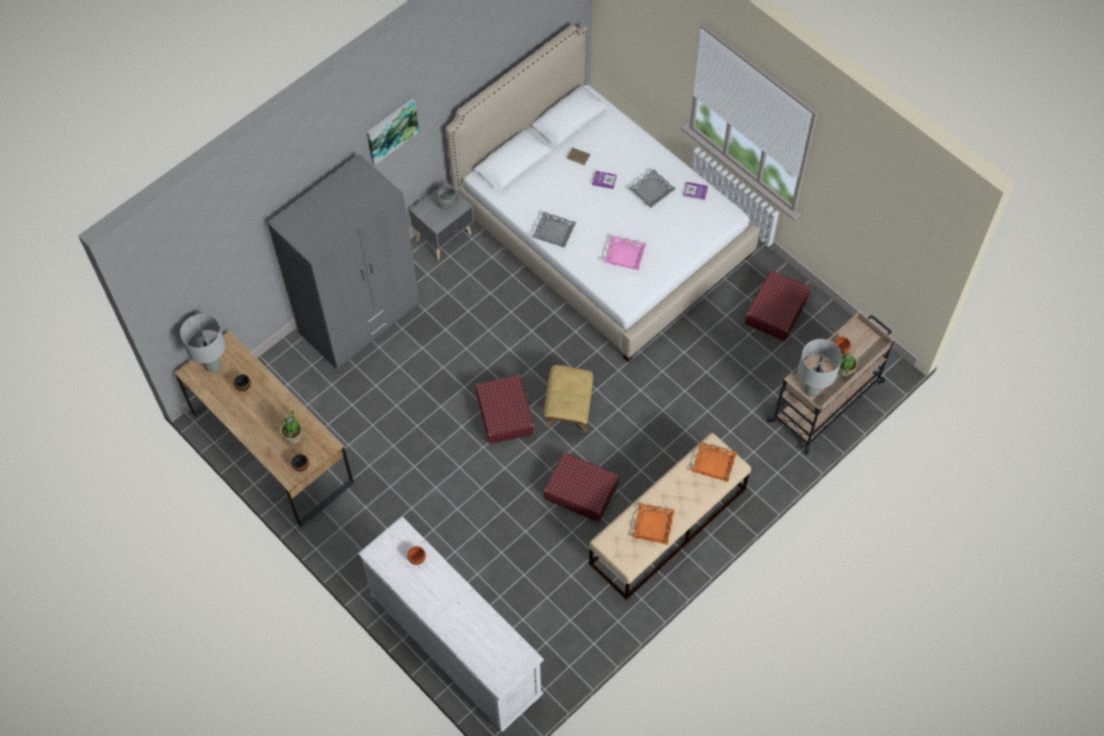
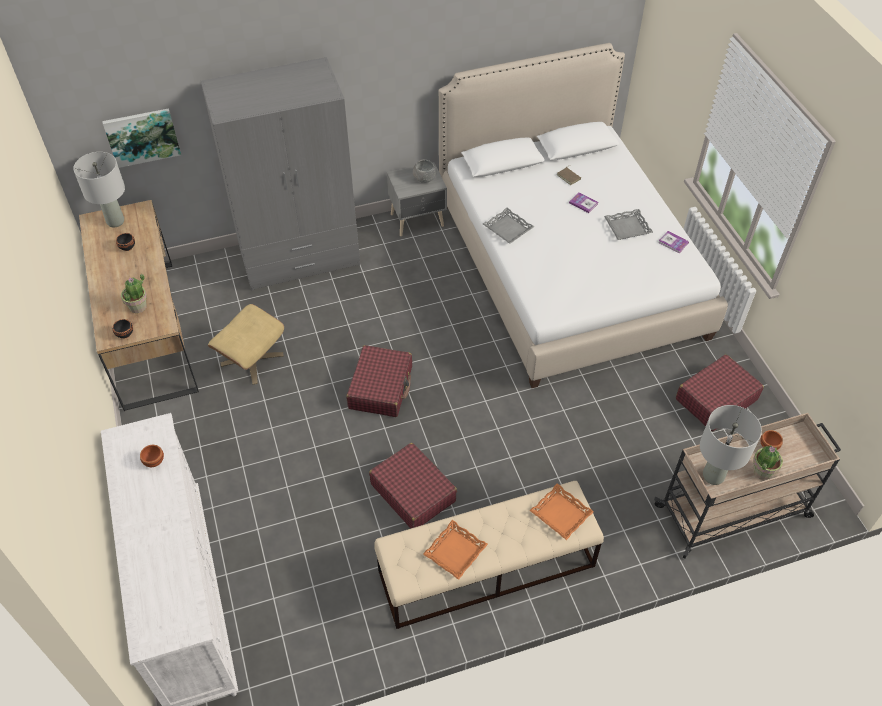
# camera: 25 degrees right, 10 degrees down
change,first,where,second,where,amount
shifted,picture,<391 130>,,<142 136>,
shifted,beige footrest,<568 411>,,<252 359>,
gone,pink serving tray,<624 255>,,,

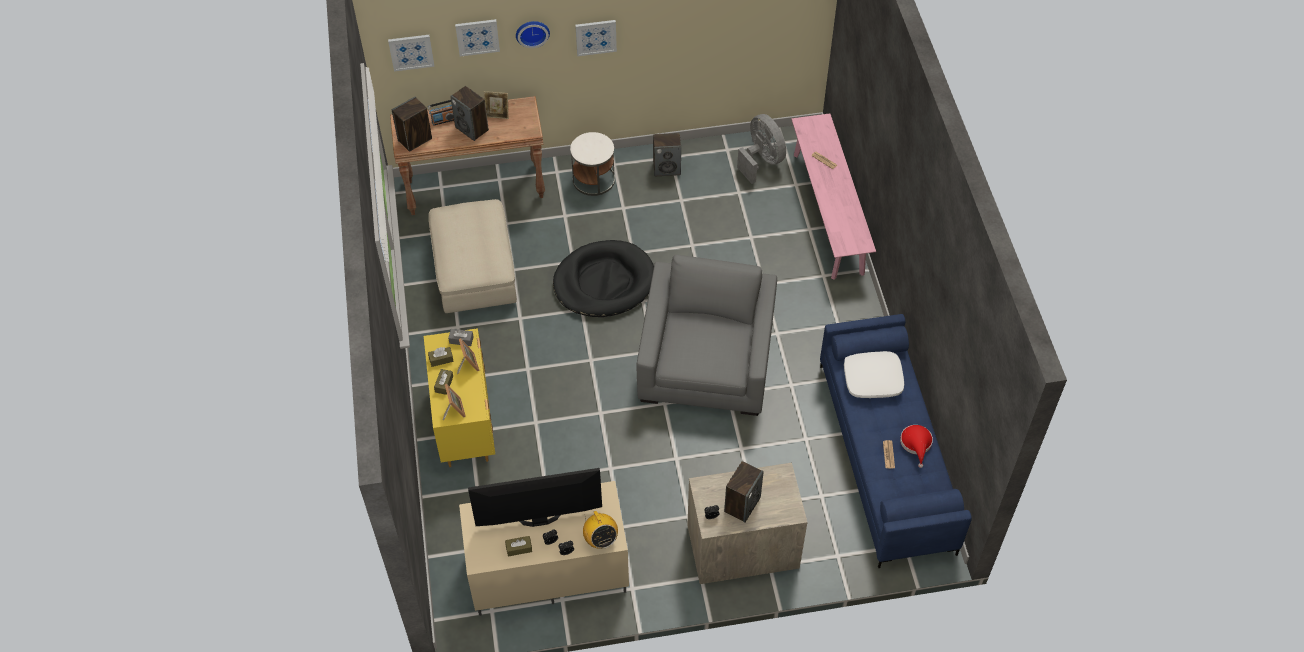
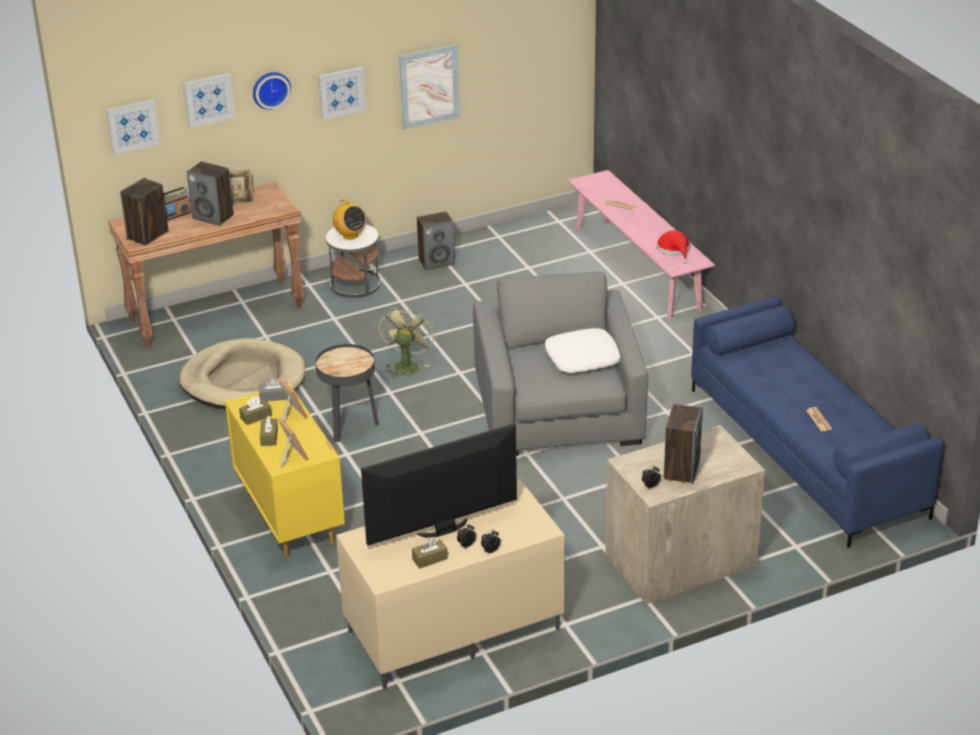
# camera: 15 degrees left, 20 degrees down
change,first,where,second,where,amount
swapped,beige footrest,<474 269>,beige dog bed,<243 380>,
new,,,black-coloured side table,<349 426>,
shifted,radio receiver,<600 539>,,<350 235>,
swapped,black-coloured dog bed,<604 282>,green-coloured electric fan,<406 365>,
new,,,picture,<429 86>,
shifted,whitish throw pillow,<873 379>,,<583 358>,
shifted,red-coloured wearable hat,<916 444>,,<674 250>,
gone,gray electric fan,<761 161>,,,

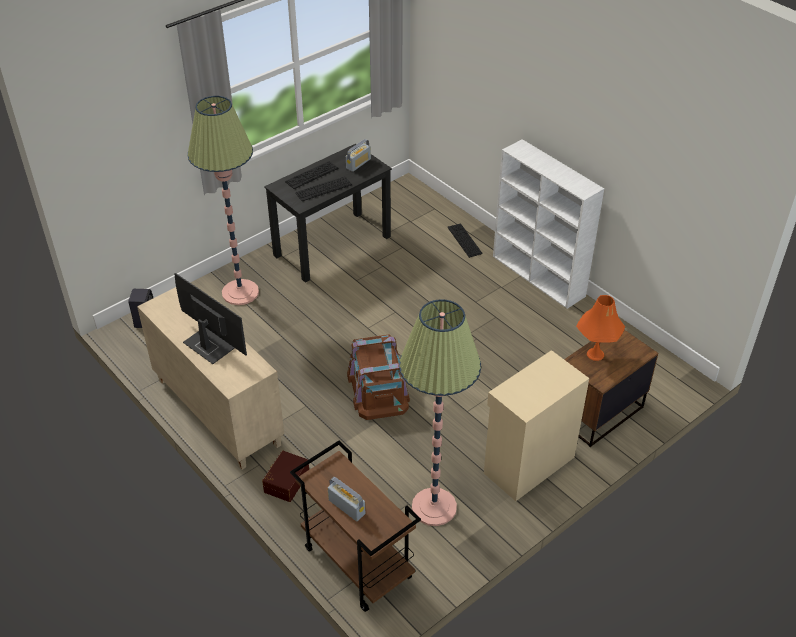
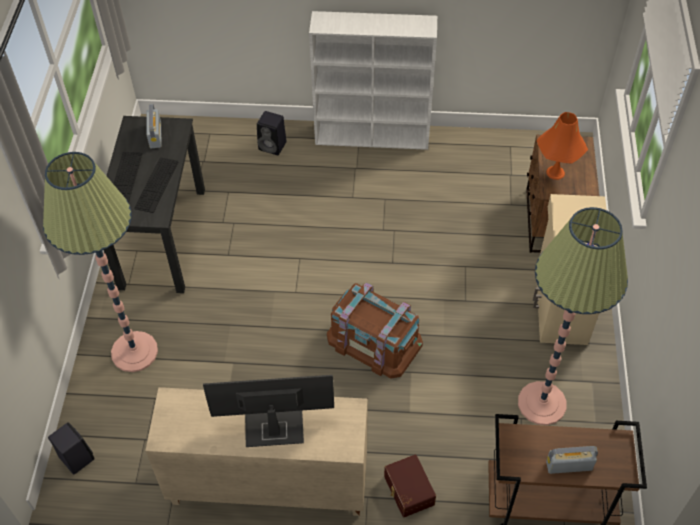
# camera: 45 degrees left, 10 degrees up
change,first,where,second,where,amount
swapped,computer keyboard,<464 240>,black-coloured speaker,<273 146>,

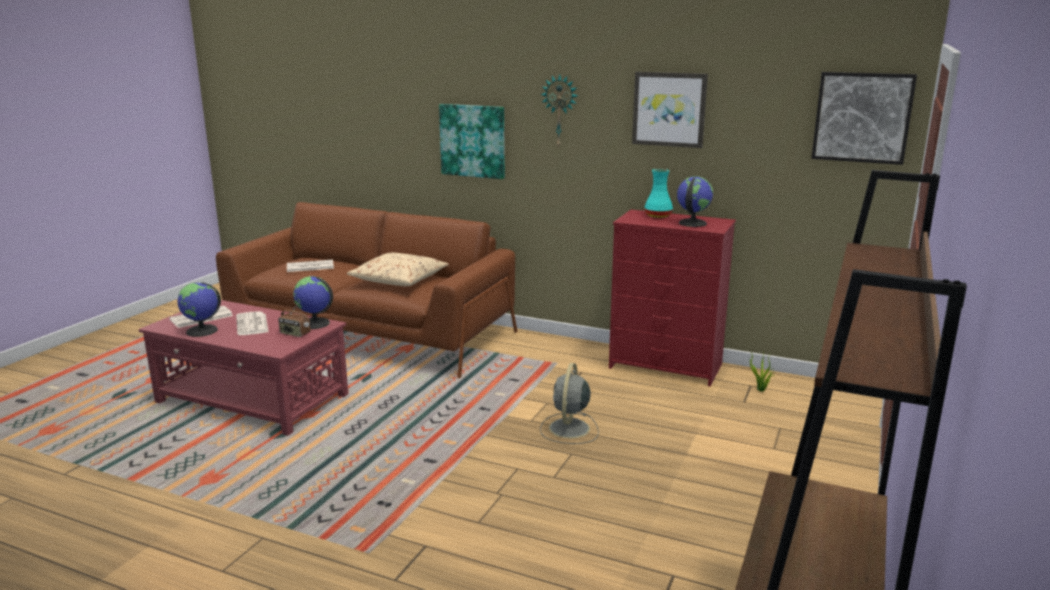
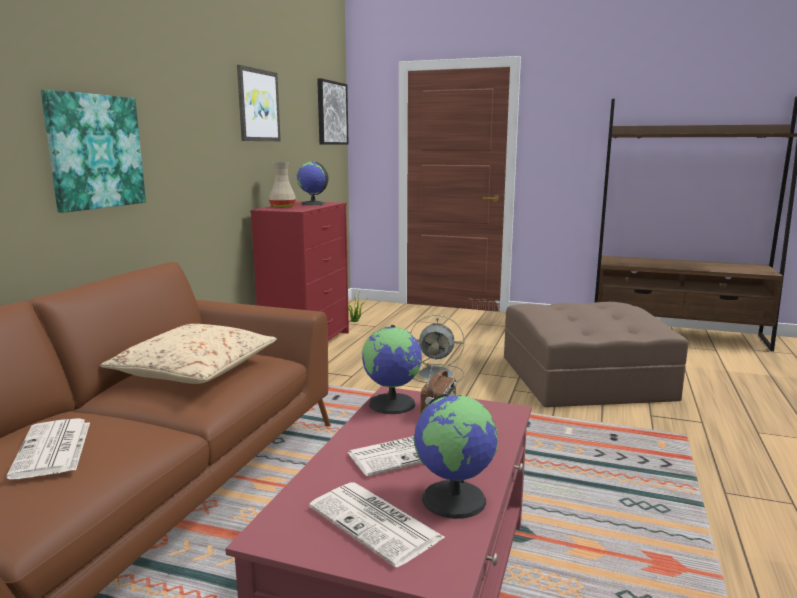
# camera: 95 degrees left, 5 degrees down
change,first,where,second,where,amount
repainted,blue-green decorative vase,<658 216>,beige decorative vase,<283 207>,
new,,,brown footrest,<583 377>,
gone,hanging clock,<560 111>,,,

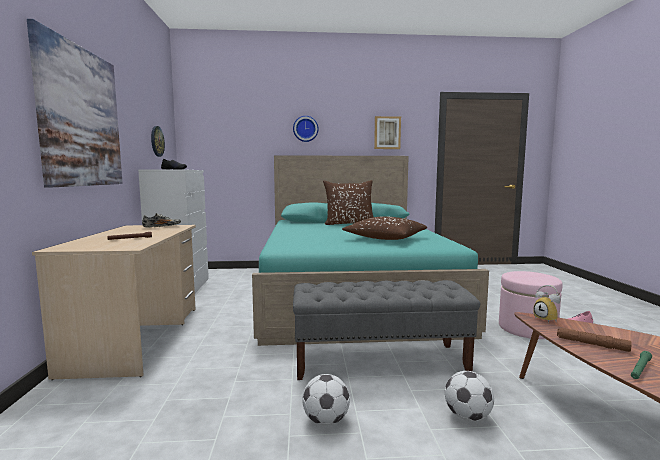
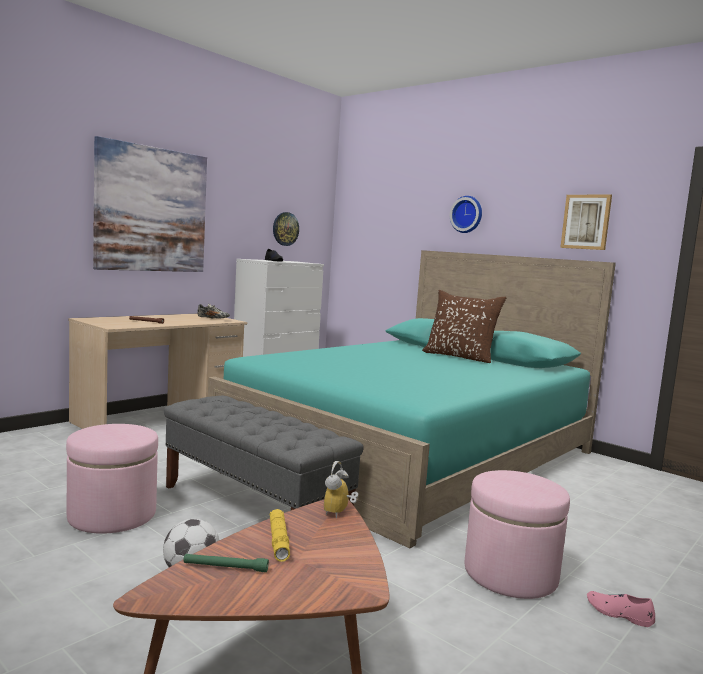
# camera: 45 degrees right, 0 degrees up
change,first,where,second,where,amount
swapped,ball for football,<326 421>,pink footrest,<112 515>,
repainted,brown hand torch,<591 344>,yellow-coloured hand torch,<278 540>,
gone,brown throw pillow,<384 239>,,,

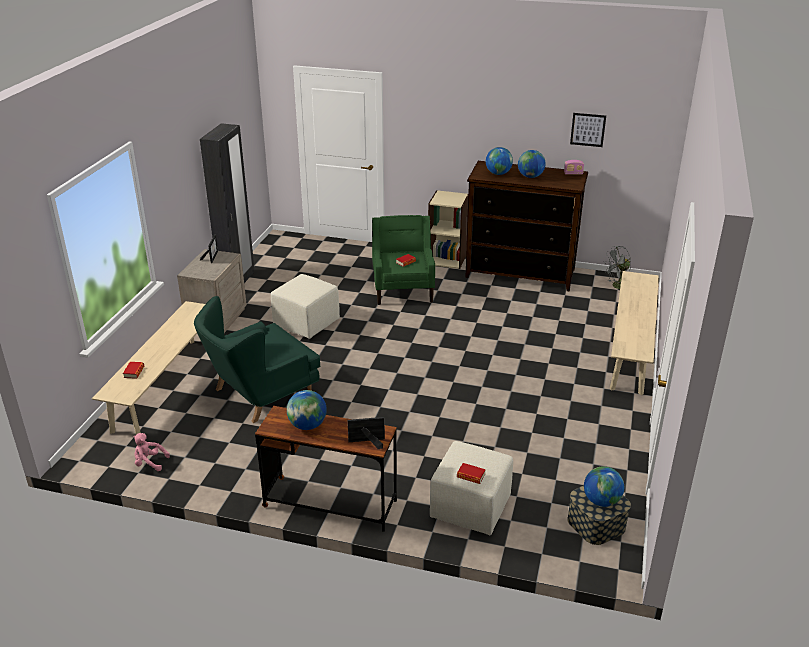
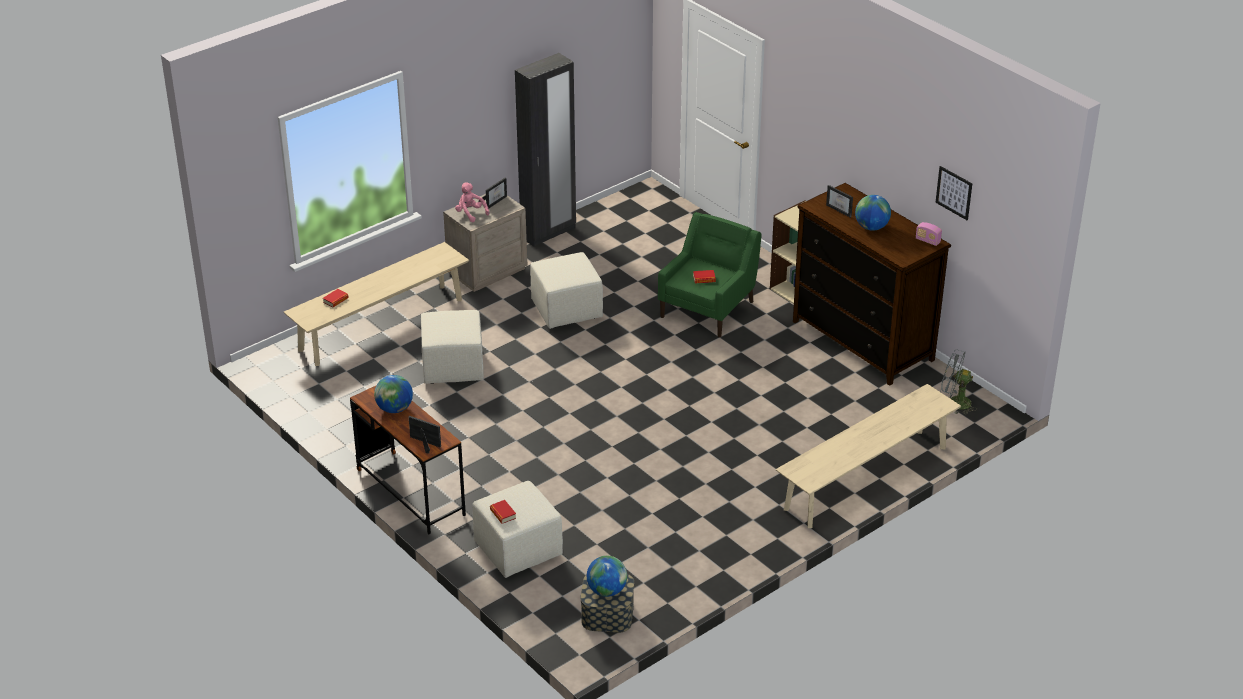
# camera: 35 degrees right, 5 degrees up
change,first,where,second,where,amount
swapped,green-coloured easy chair,<261 393>,beige footrest,<453 367>,
shifted,pink plush toy,<149 463>,,<470 213>,
swapped,desk globe,<498 173>,picture frame,<841 210>,

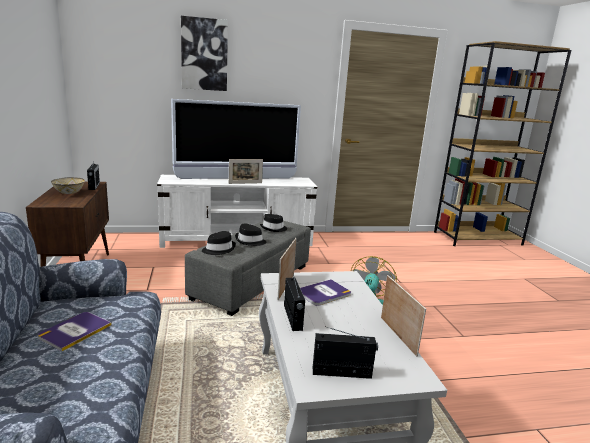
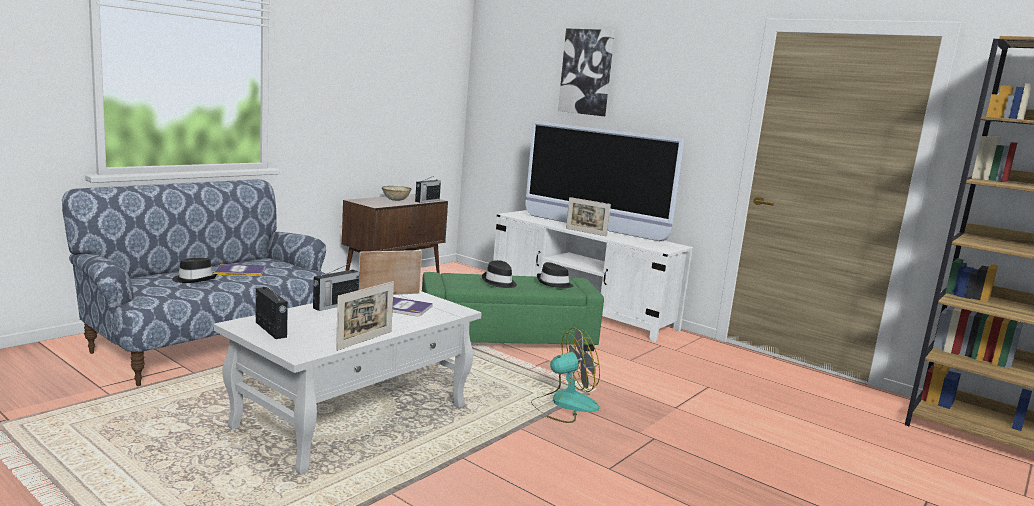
# camera: 50 degrees right, 5 degrees down
change,first,where,second,where,amount
shifted,black-coloured wearable hat,<218 249>,,<194 279>,
repainted,gray footrest,<252 281>,green-coloured footrest,<507 338>,

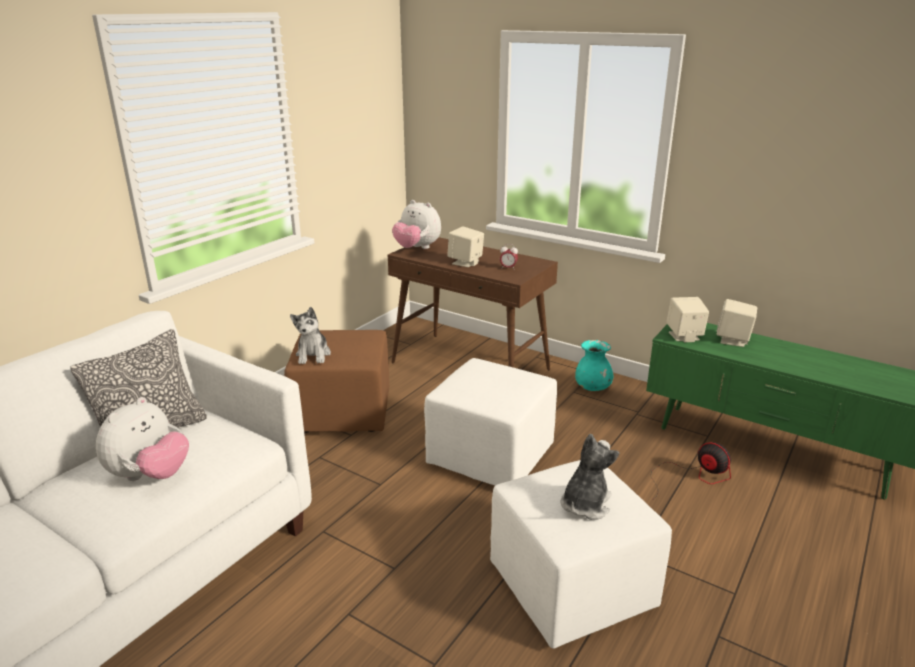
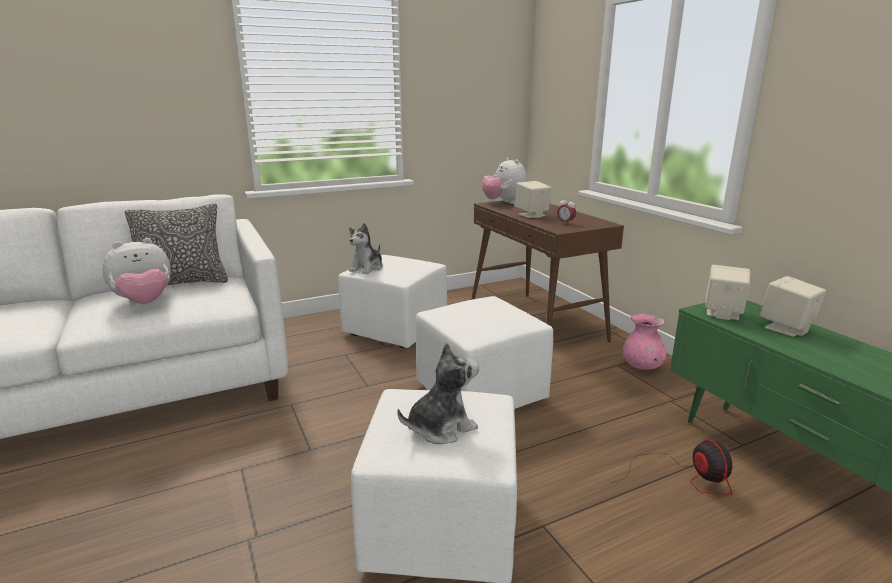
# camera: 30 degrees right, 5 degrees down
change,first,where,second,where,amount
repainted,brown footrest,<344 412>,whitish footrest,<397 330>,
repainted,blue-green decorative vase,<592 388>,pink decorative vase,<642 366>,

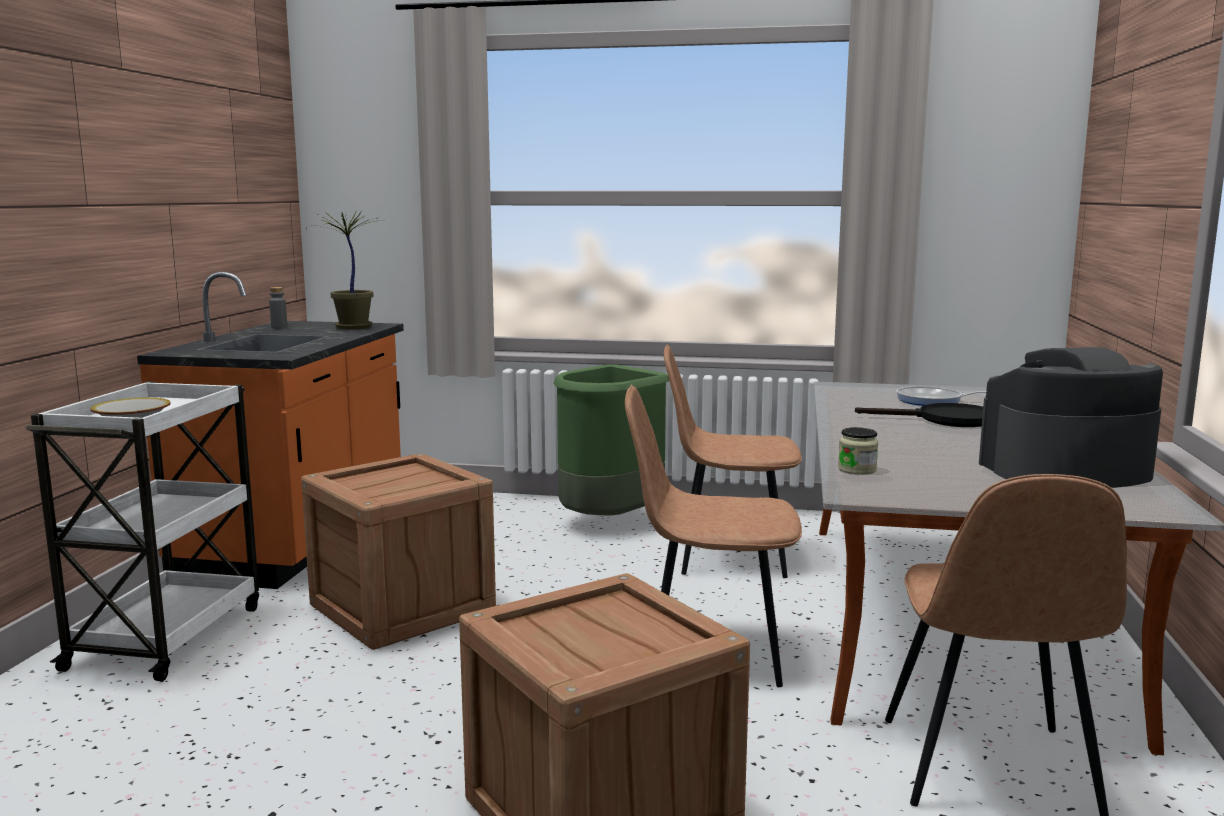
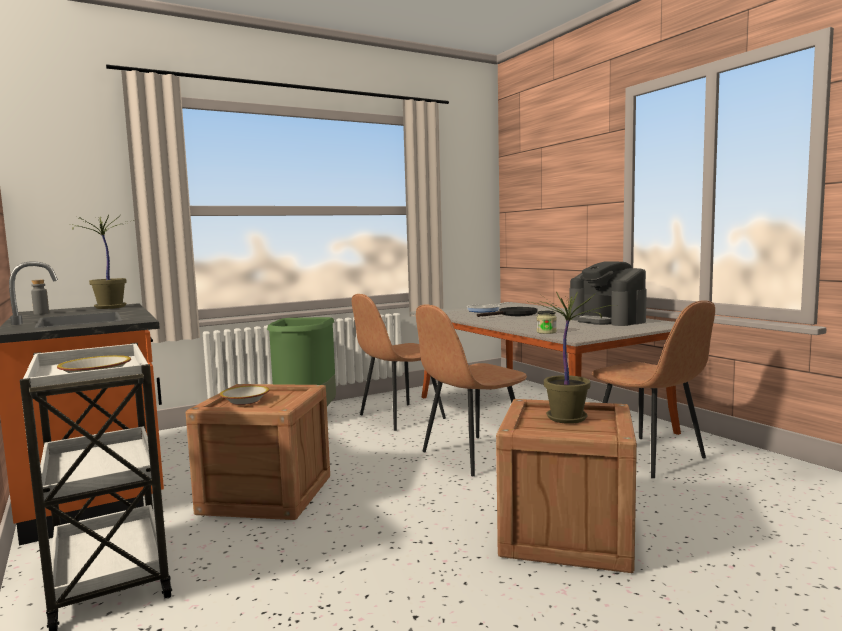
# camera: 40 degrees left, 5 degrees down
change,first,where,second,where,amount
new,,,deep dish,<245 401>,
new,,,potted plant,<568 418>,
rotated,coffee brewer,<1064 470>,,<607 320>,75 degrees counterclockwise

